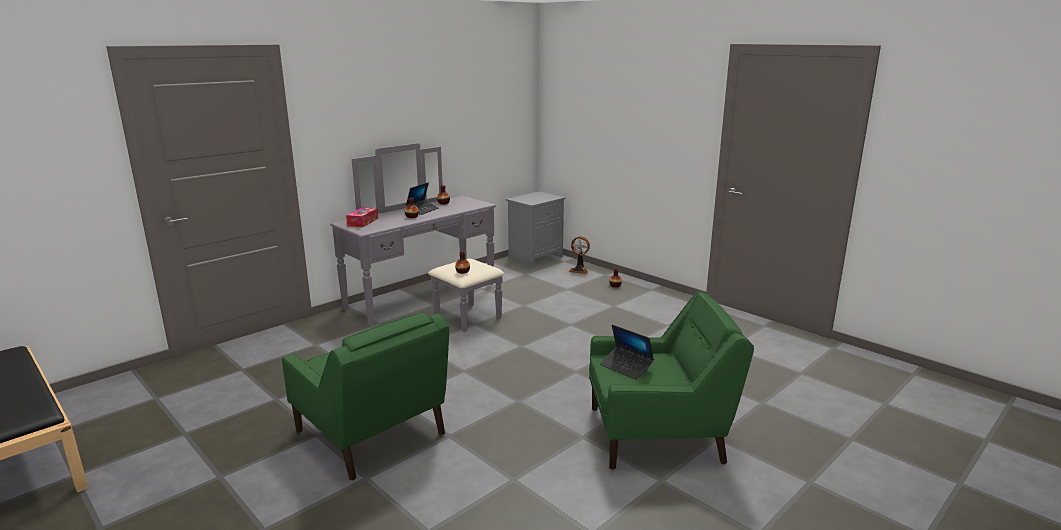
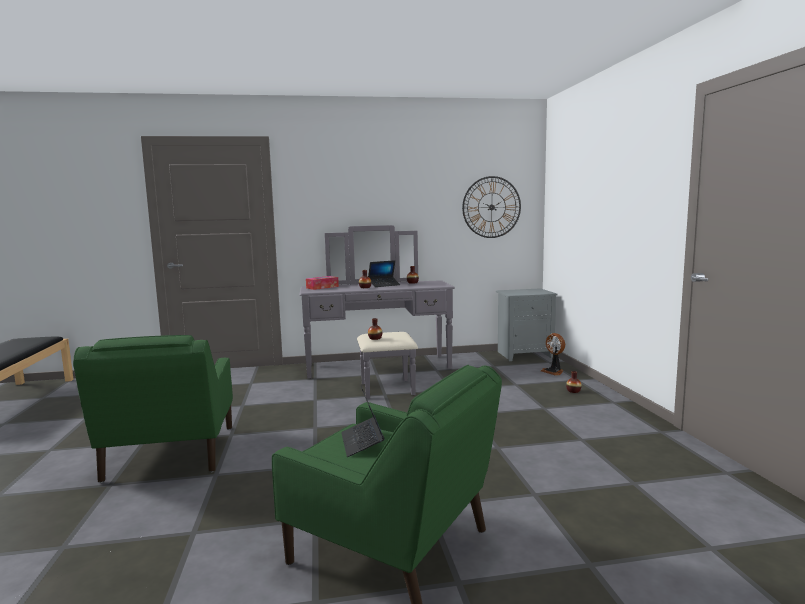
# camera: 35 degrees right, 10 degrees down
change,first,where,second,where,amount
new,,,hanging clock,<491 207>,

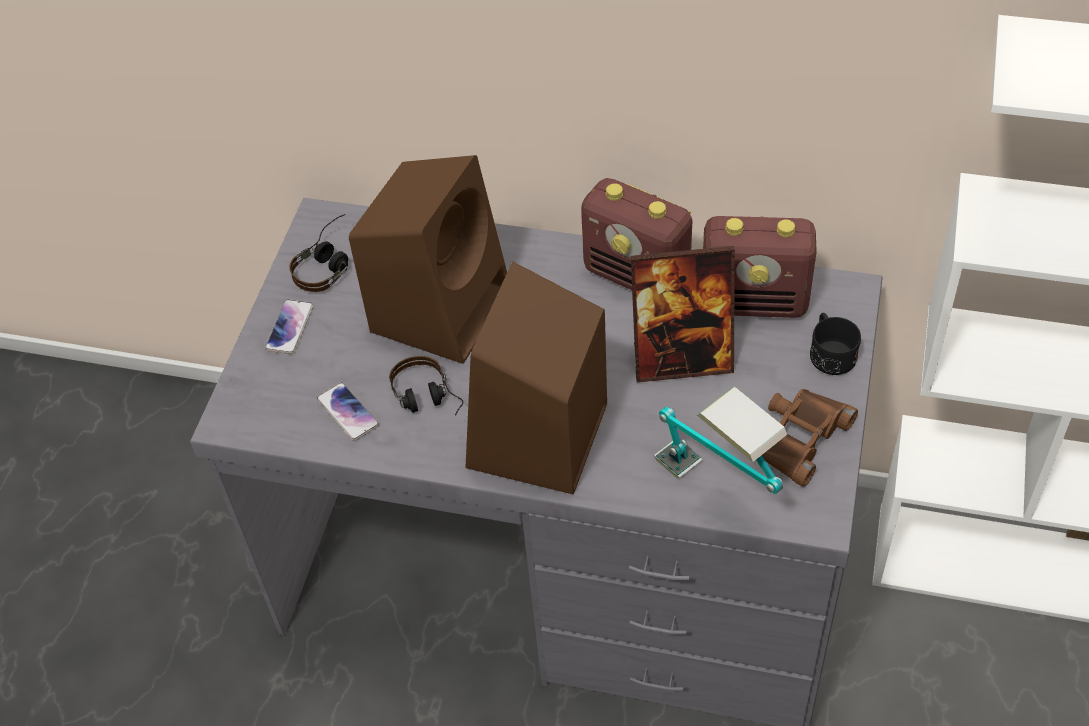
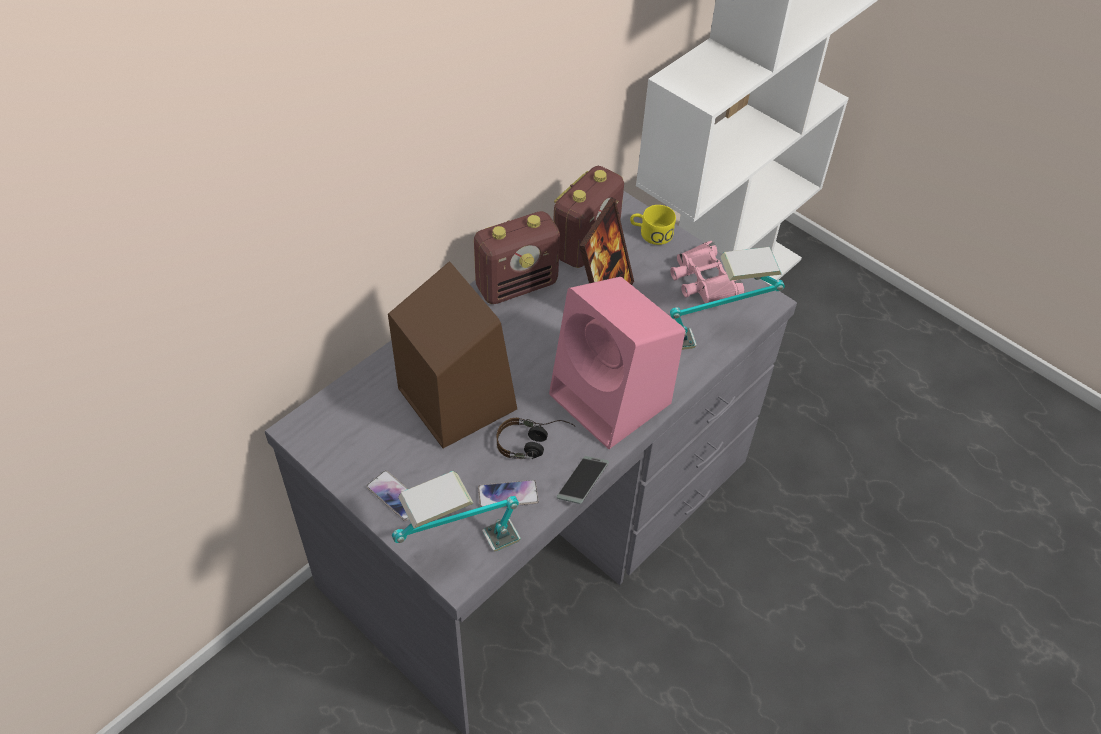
# camera: 65 degrees left, 0 degrees up
change,first,where,second,where,amount
new,,,table lamp,<460 554>,
repainted,brown speaker,<537 439>,pink speaker,<613 400>,
new,,,phone,<582 483>,
repainted,black-coloured tea mug,<830 352>,yellow-coloured tea mug,<650 233>,
repainted,brown binoculars,<797 437>,pink binoculars,<702 280>,
gone,headphones,<329 263>,,,

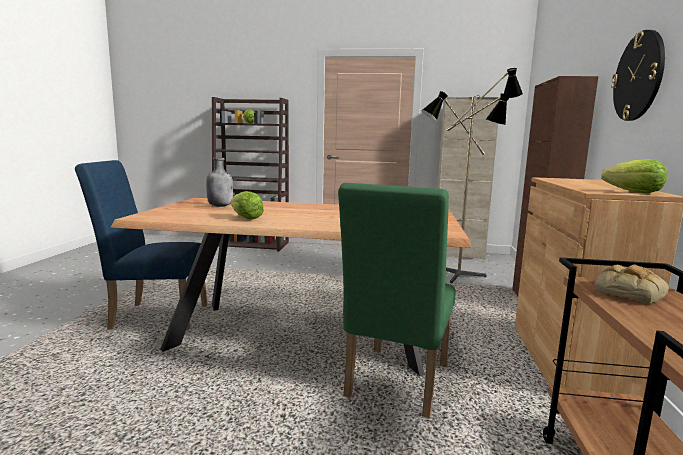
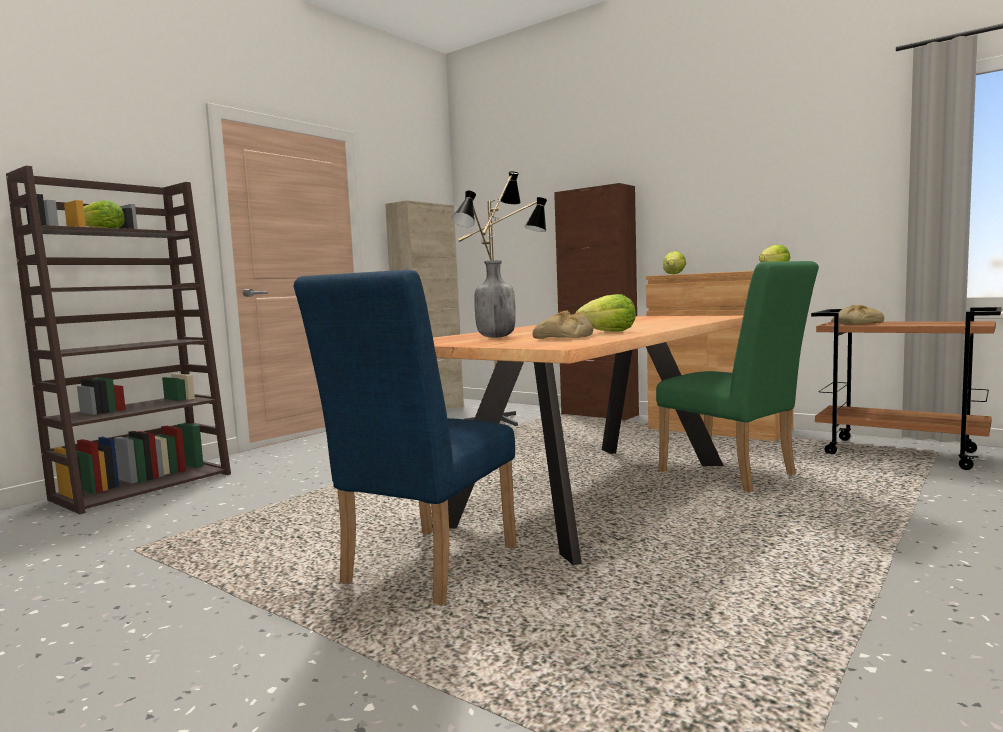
# camera: 60 degrees left, 5 degrees down
change,first,where,second,where,amount
new,,,bread,<564 337>,
new,,,lettuce,<674 274>,
gone,hanging clock,<638 76>,,,

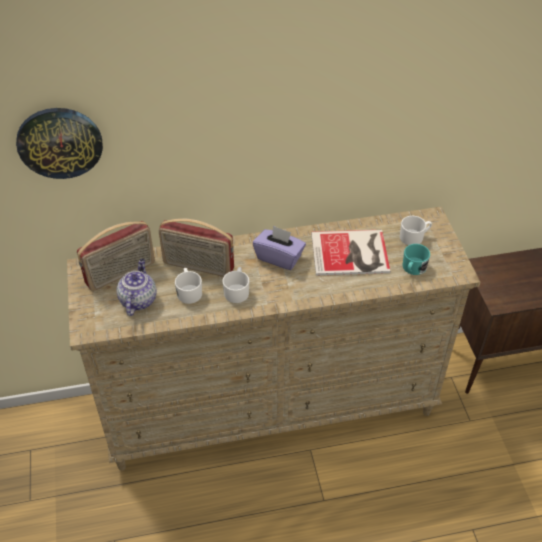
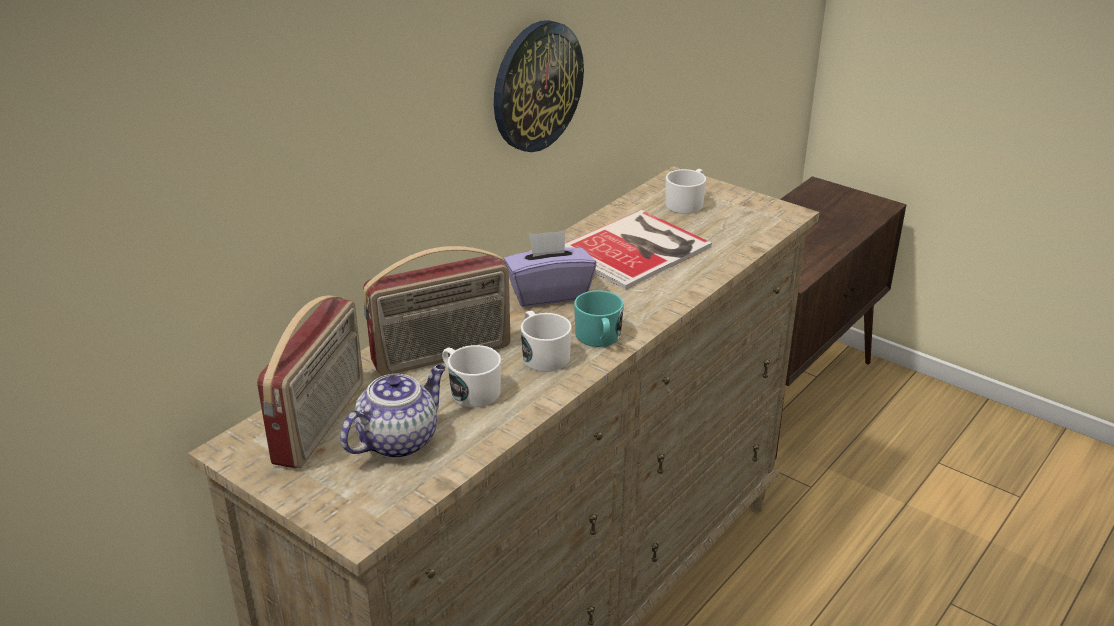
# camera: 40 degrees left, 15 degrees down
change,first,where,second,where,amount
rotated,pot for tea,<138 300>,,<399 440>,75 degrees clockwise
shifted,hanging clock,<60 142>,,<536 86>,
shifted,blue-green tea mug,<413 268>,,<599 338>,

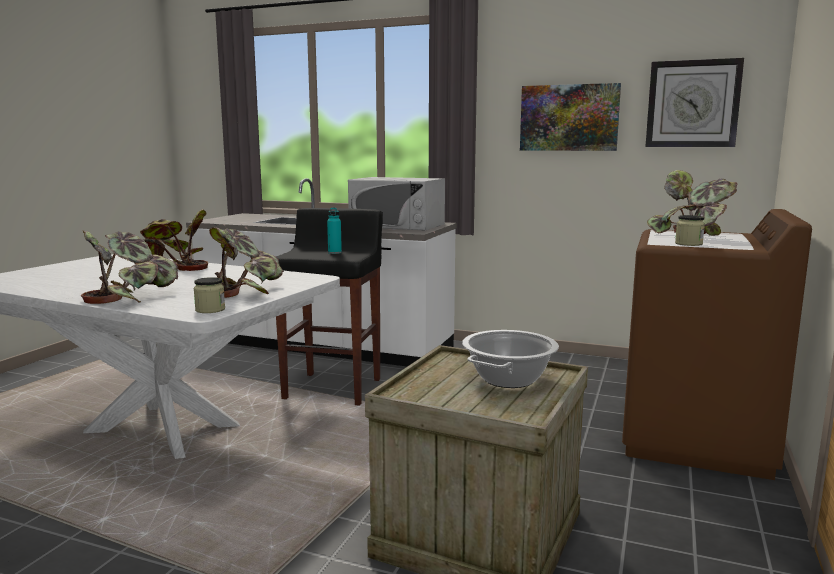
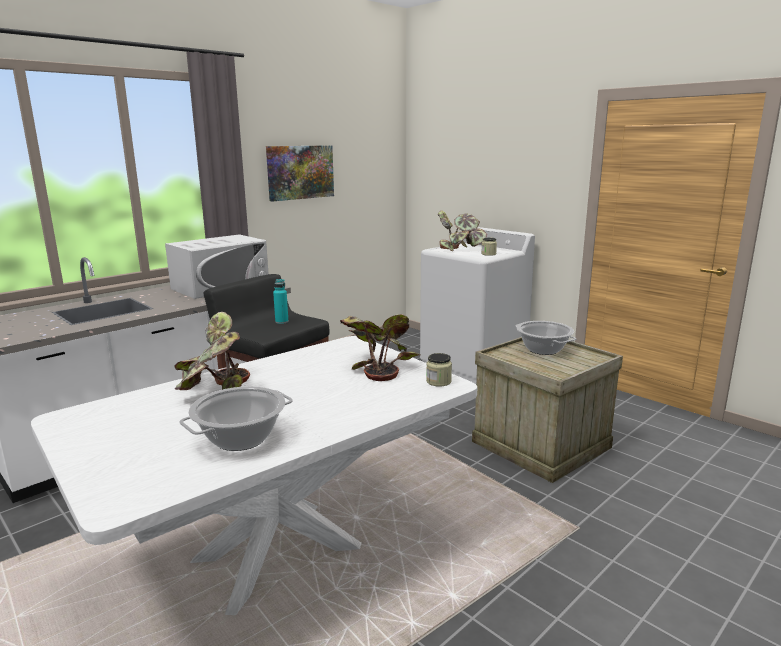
# camera: 65 degrees left, 5 degrees up
change,first,where,second,where,amount
new,,,saucepot,<241 438>,
repainted,brown washing machine,<696 439>,whitish washing machine,<473 364>,
gone,potted plant,<131 297>,,,
gone,hanging clock,<692 104>,,,

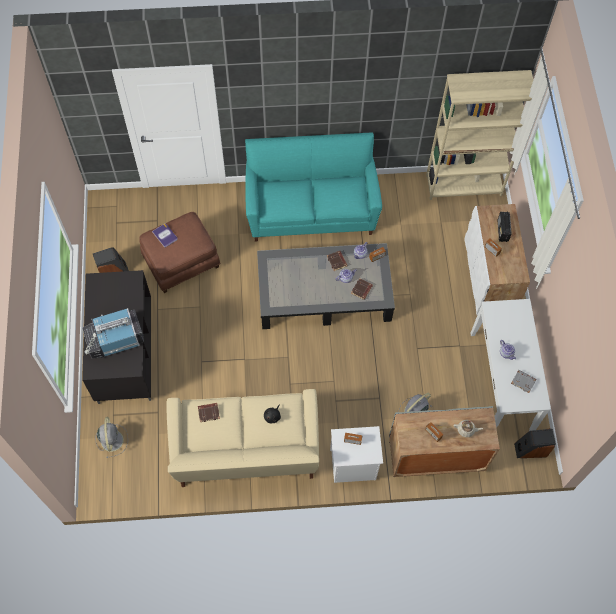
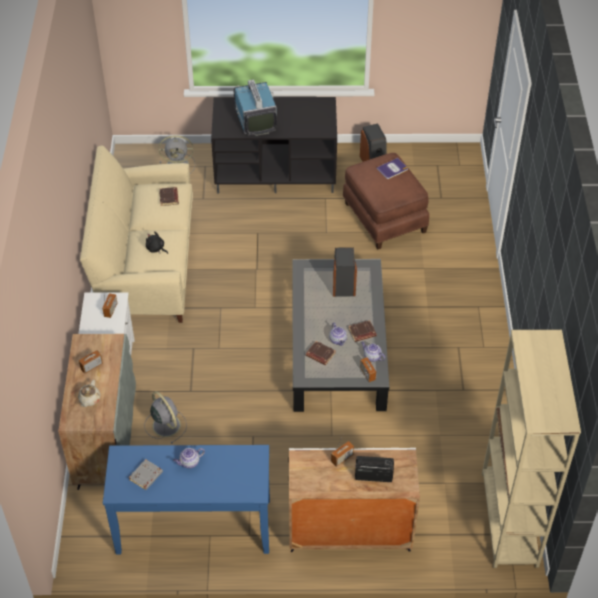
# camera: 95 degrees right, 15 degrees down
change,first,where,second,where,amount
repainted,whitish narrow table,<501 381>,bluish narrow table,<194 526>,
shifted,speaker,<530 449>,,<343 283>,
gone,blue-green sofa,<311 210>,,,

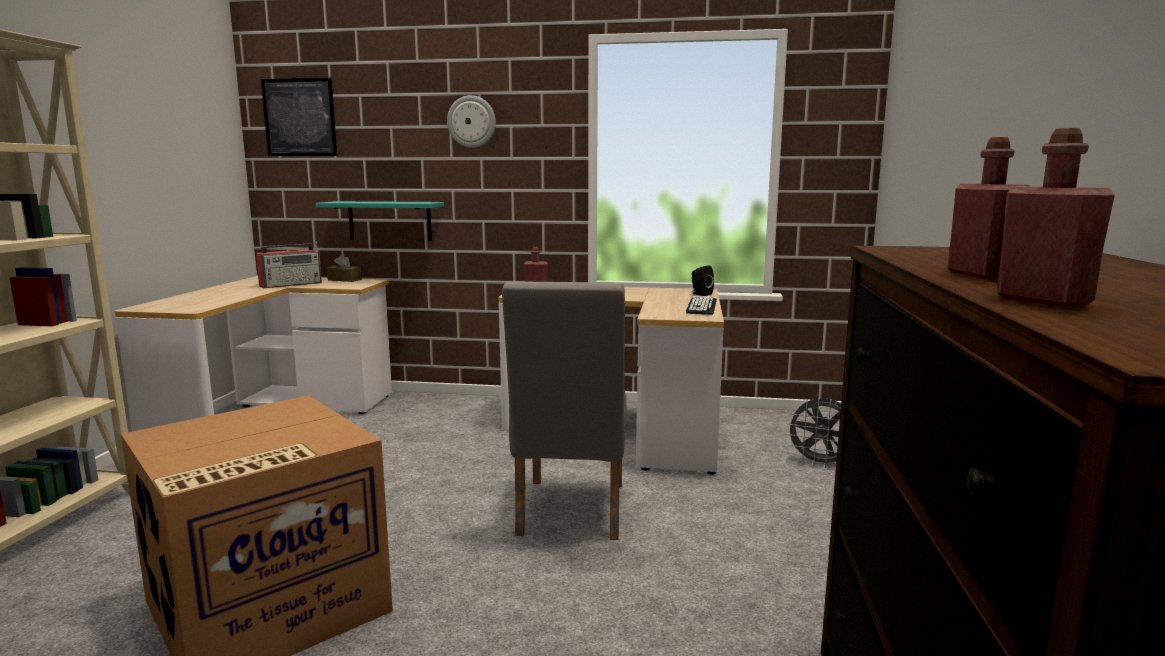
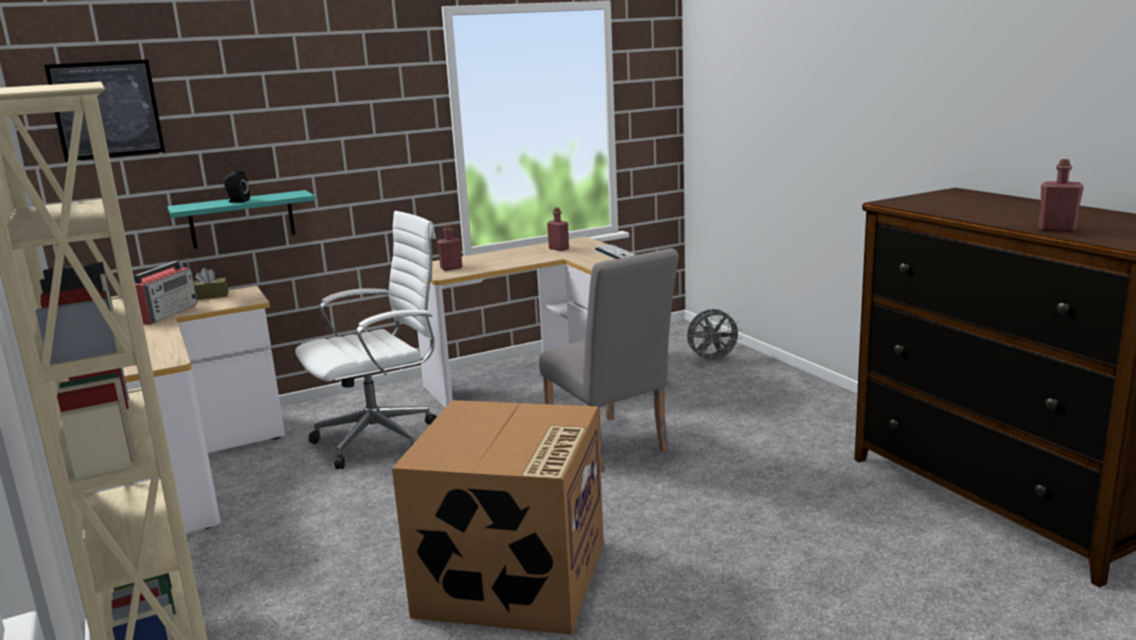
# camera: 35 degrees left, 5 degrees up
change,first,where,second,where,amount
shifted,black-coloured speaker,<700 294>,,<237 201>,
new,,,whitish desk chair,<382 439>,
shifted,red-coloured drink bottle,<982 275>,,<559 249>,
gone,hanging clock,<471 121>,,,

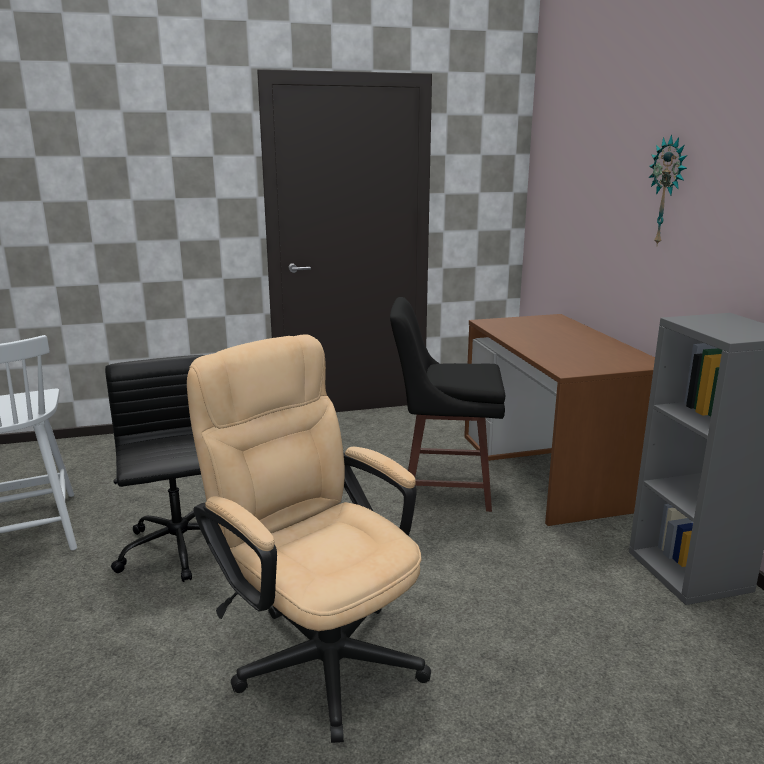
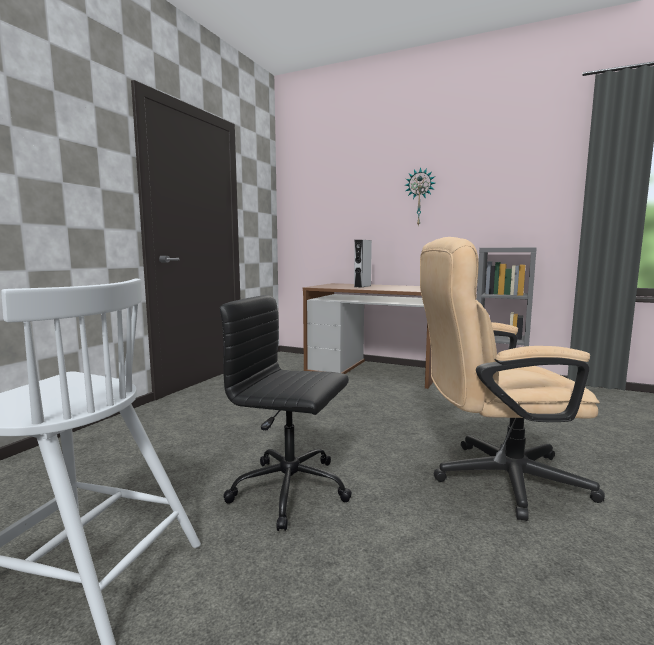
# camera: 50 degrees left, 10 degrees down
change,first,where,second,where,amount
new,,,gray speaker,<362 286>,
gone,black-coloured stool,<443 488>,,,

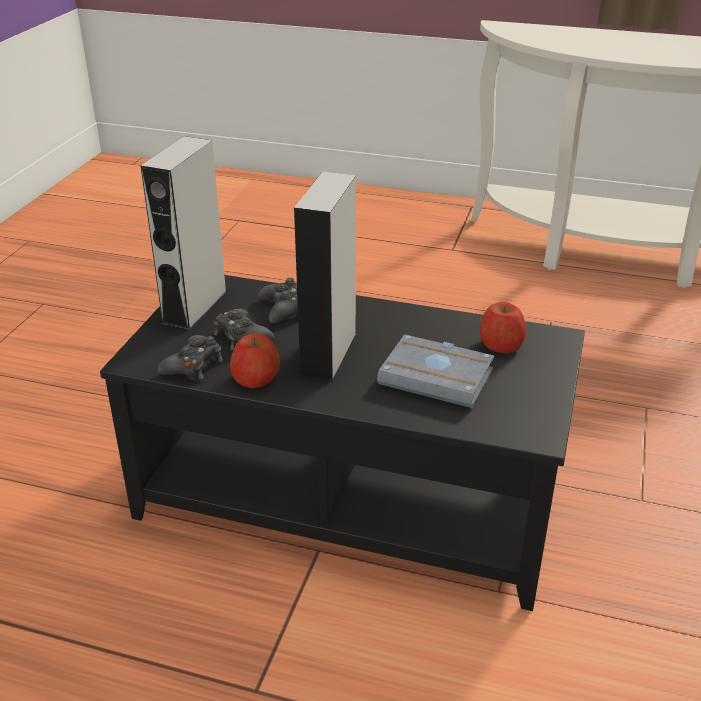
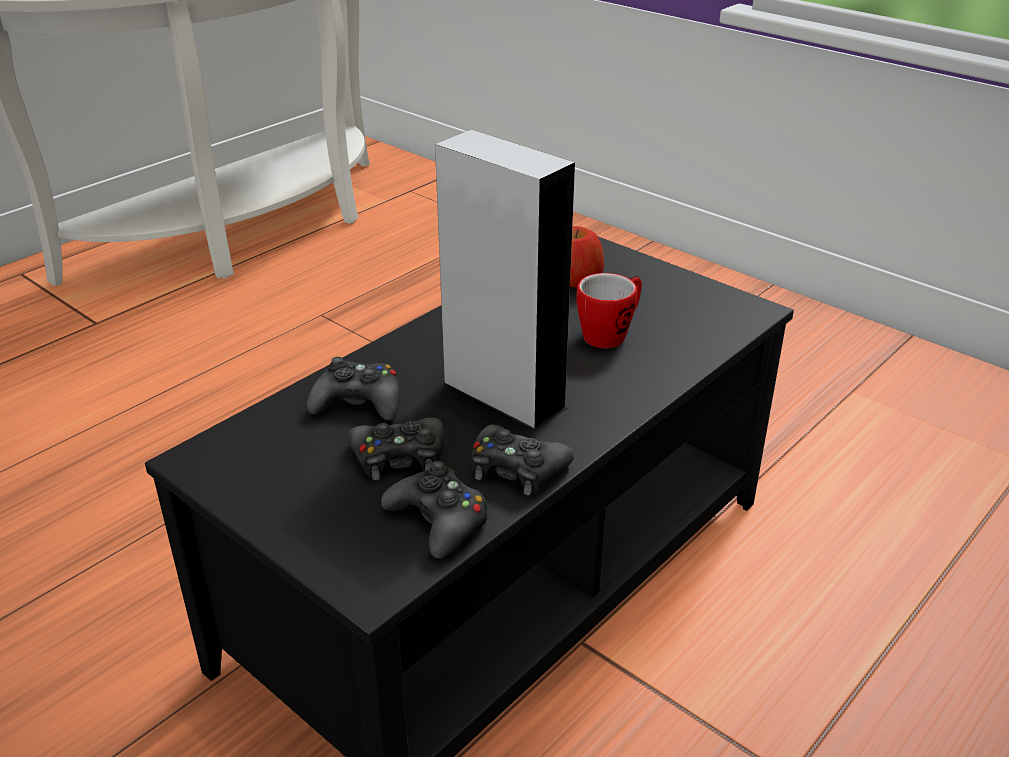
# camera: 65 degrees left, 0 degrees up
change,first,where,second,where,amount
swapped,apple fruit,<256 378>,black-coloured game controller,<517 469>,
swapped,gray volume,<439 377>,tea mug,<610 334>,
gone,gray speaker,<194 307>,,,

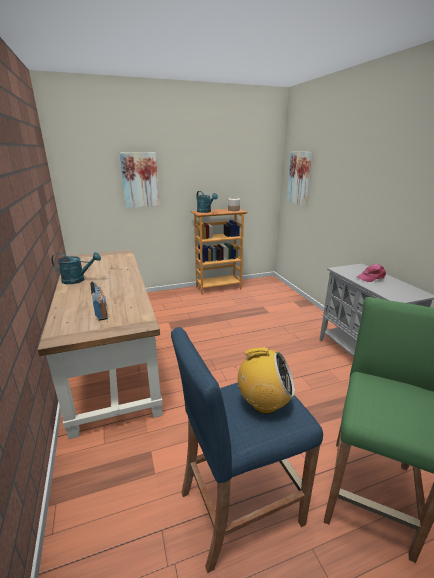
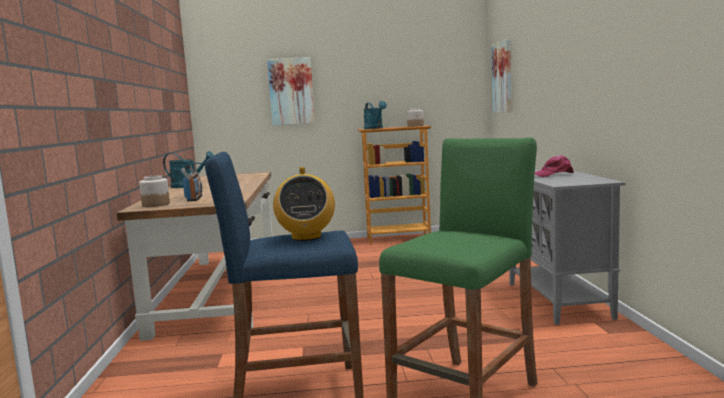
# camera: 15 degrees right, 15 degrees down
change,first,where,second,where,amount
new,,,storage jar,<155 205>,
rotated,radio receiver,<264 403>,,<306 237>,60 degrees clockwise

